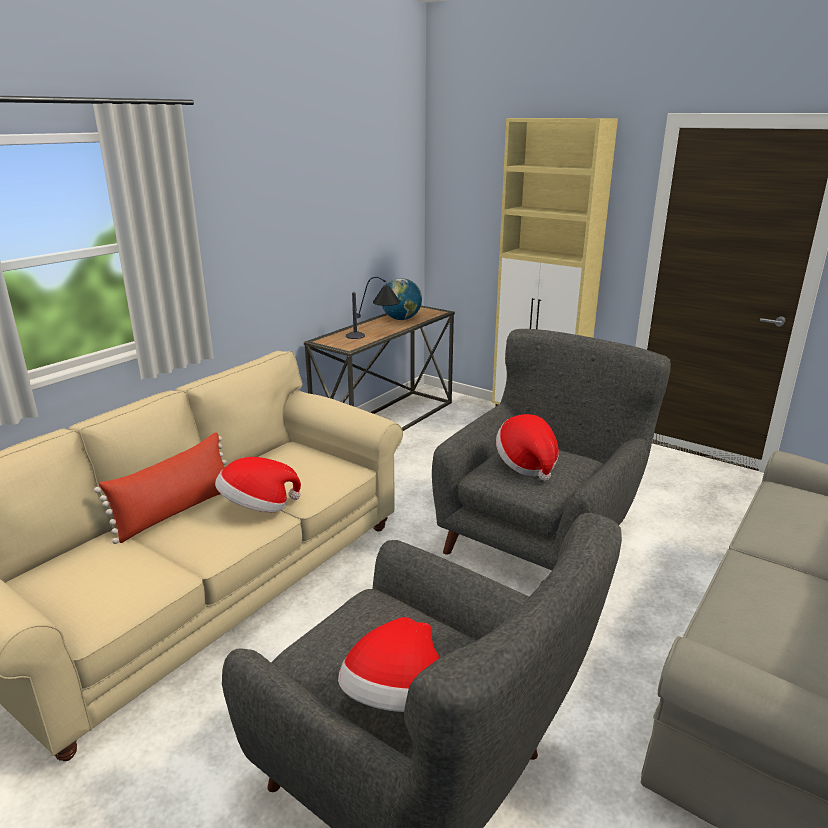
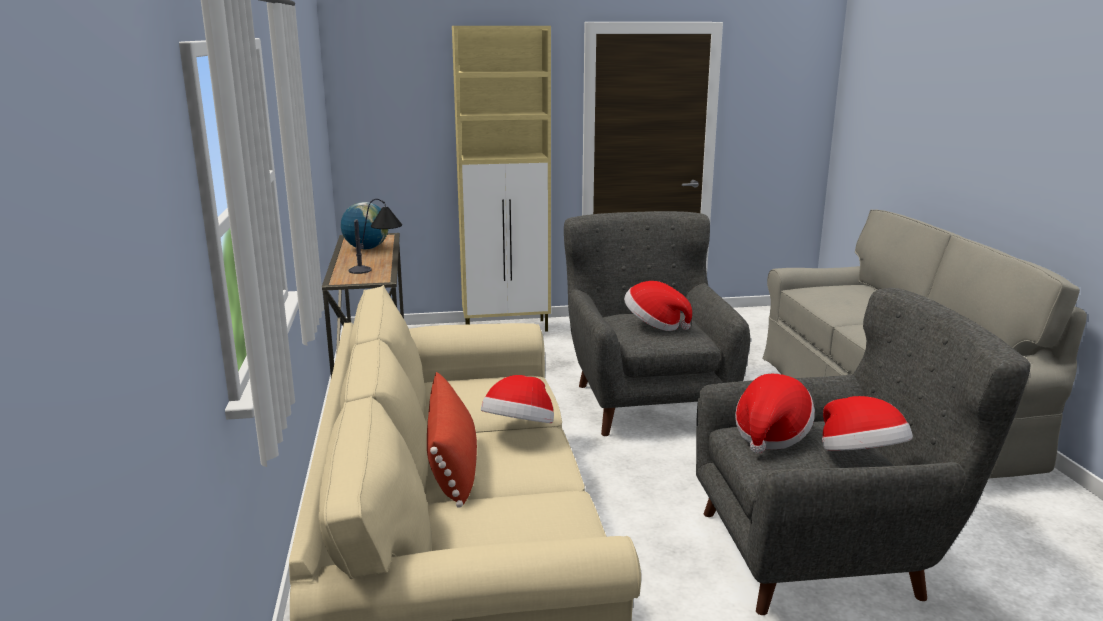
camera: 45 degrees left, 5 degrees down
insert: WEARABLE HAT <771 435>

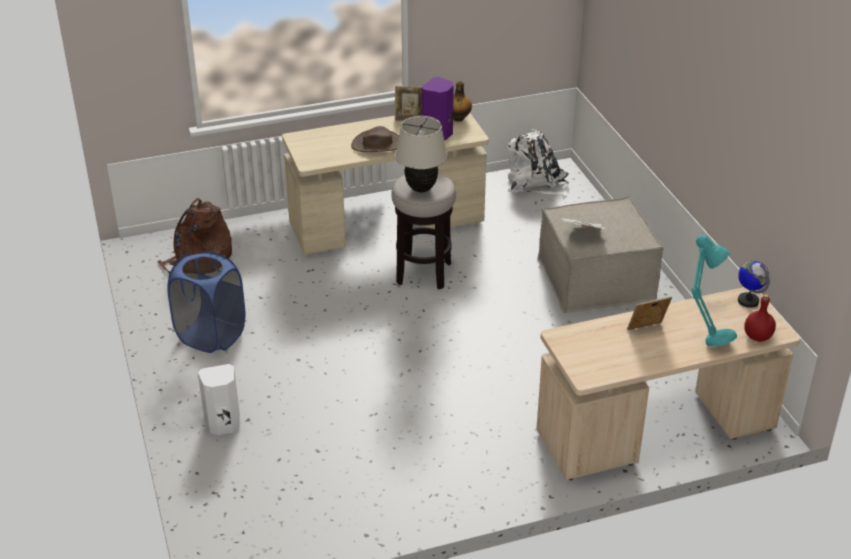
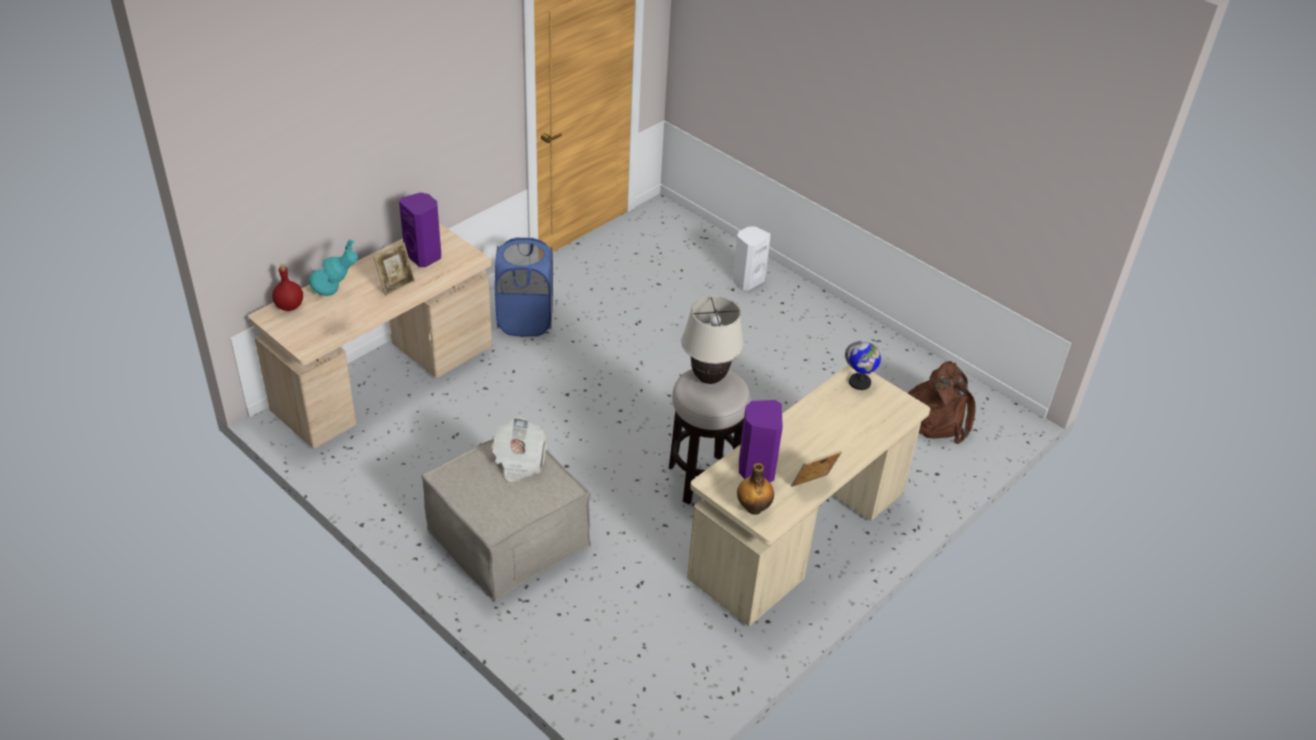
camera: 150 degrees right, 5 degrees up
delete: BROWN-COLOURED WEARABLE HAT <378 144>; WHITE-COLOURED KNAPSACK <535 183>
insert: PURPLE-COLOURED AUDIO SPEAKER <424 256>
move: BLUE-COLOURED HAMPER <211 335> to <525 321>; DESK GLOBE <748 301> to <859 383>

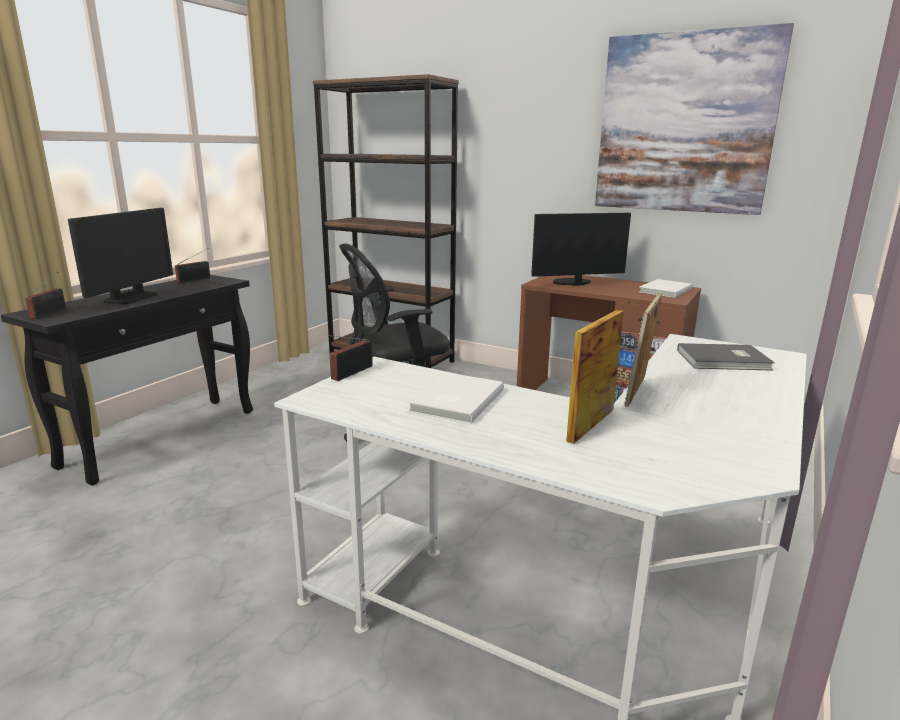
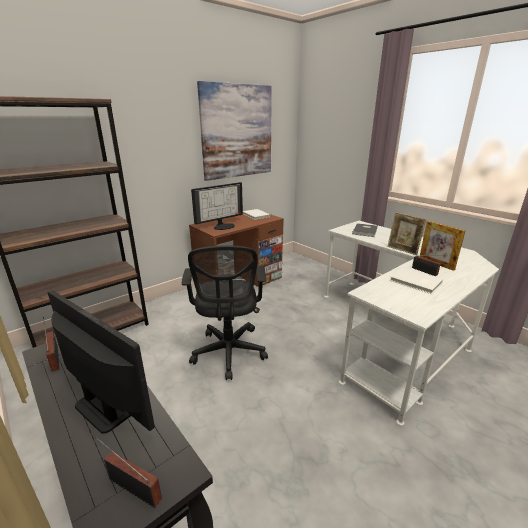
camera: 70 degrees left, 5 degrees up
move: RADIO <349 373> to <425 272>
rotate: COMPUTER SCREEN <572 283> = <223 226> 135 degrees counterclockwise

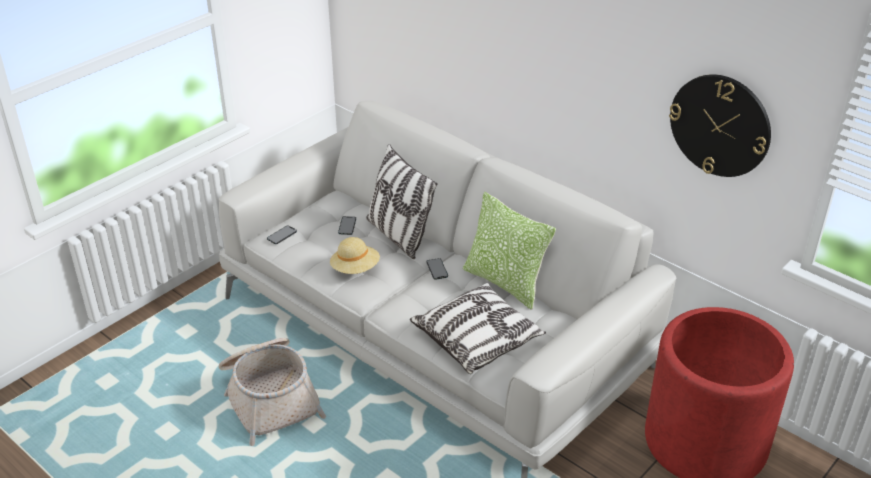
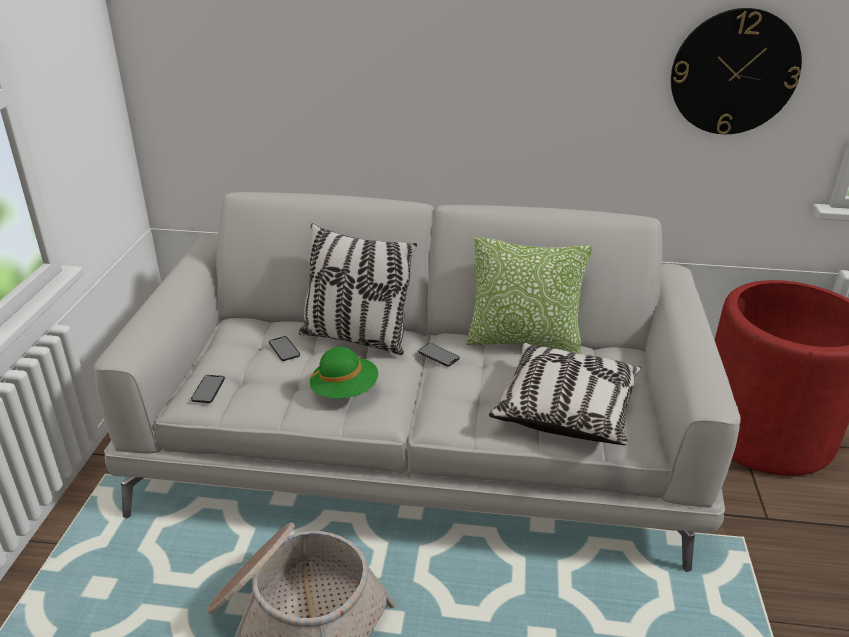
camera: 35 degrees left, 5 degrees down
recolor: BEIGE-COLOURED WEARABLE HAT <355 269> to GREEN WEARABLE HAT <345 391>

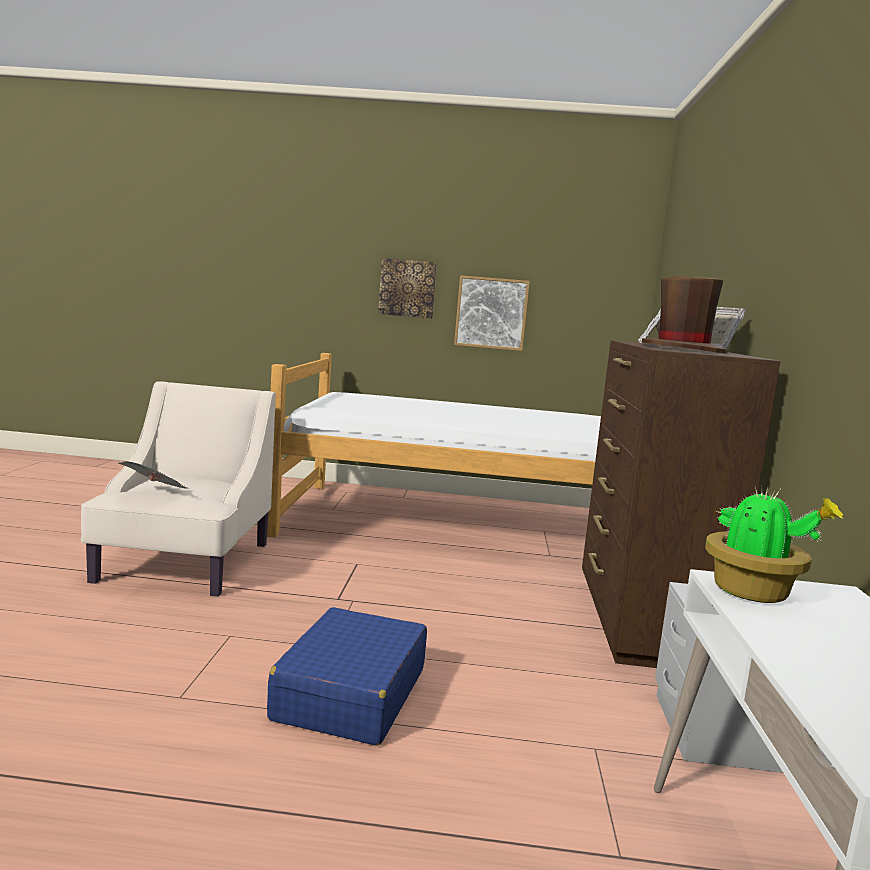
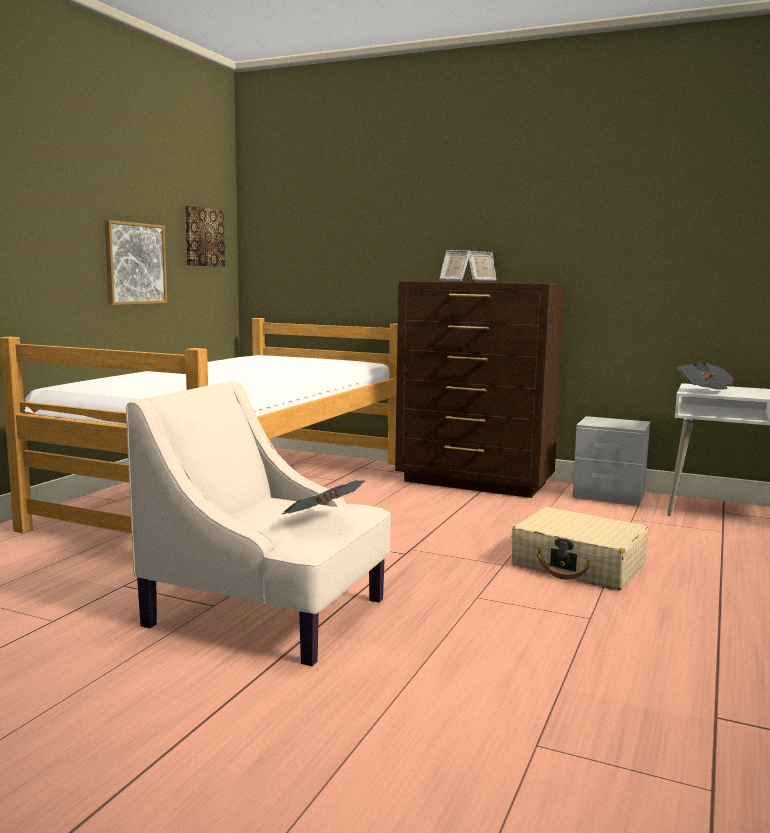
camera: 70 degrees left, 0 degrees up
delete: BROWN-COLOURED WEARABLE HAT <682 349>
move: WALL ART <407 288> to <203 237>
replace: HOUSEPLANT <754 593> to DAILY PAPER <705 391>
recolor: BLUE-COLOURED TRAVEL CASE <350 694> to BEIGE-COLOURED TRAVEL CASE <578 565>

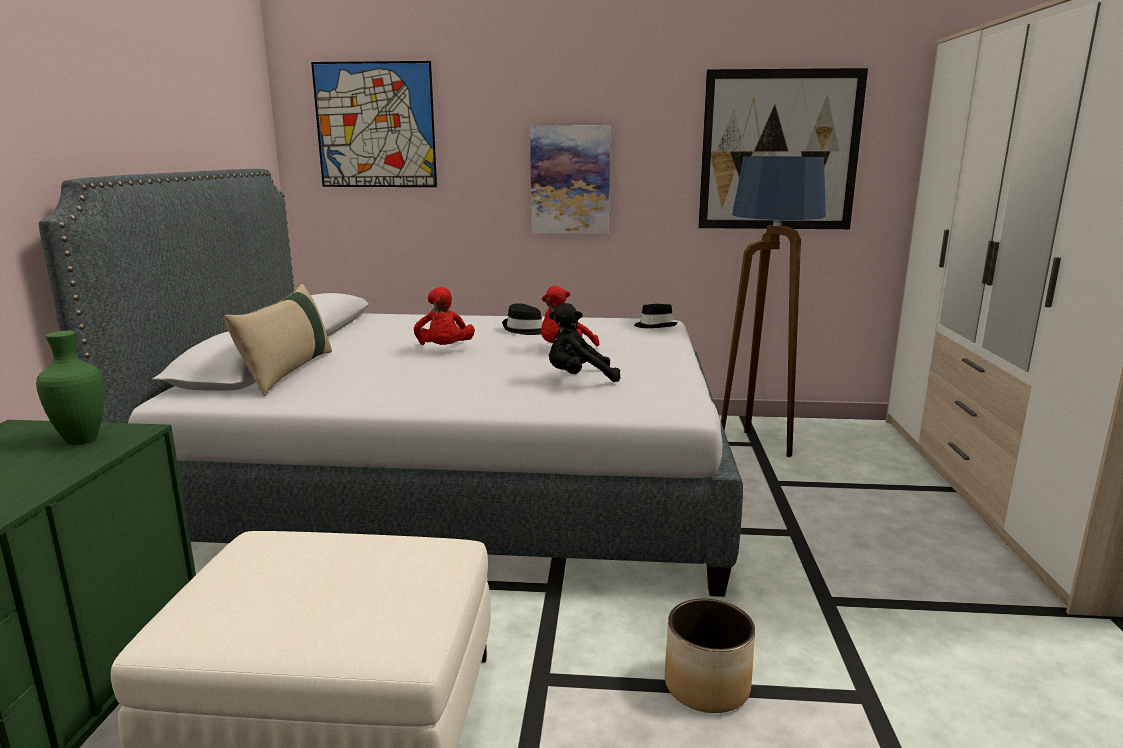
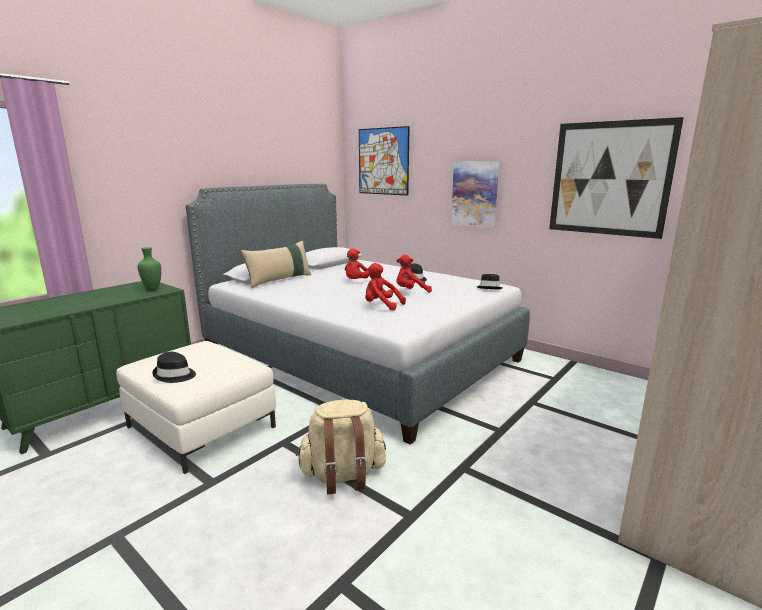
camera: 35 degrees right, 0 degrees up
delete: STANDING LAMP <758 446>
insert: BLACK WEARABLE HAT <174 375>
replace: FLOWER POT <707 687> to BEIGE-COLOURED KNAPSACK <342 476>
recolor: BLACK PLUSH TOY <579 379> to RED-COLOURED PLUSH TOY <381 305>

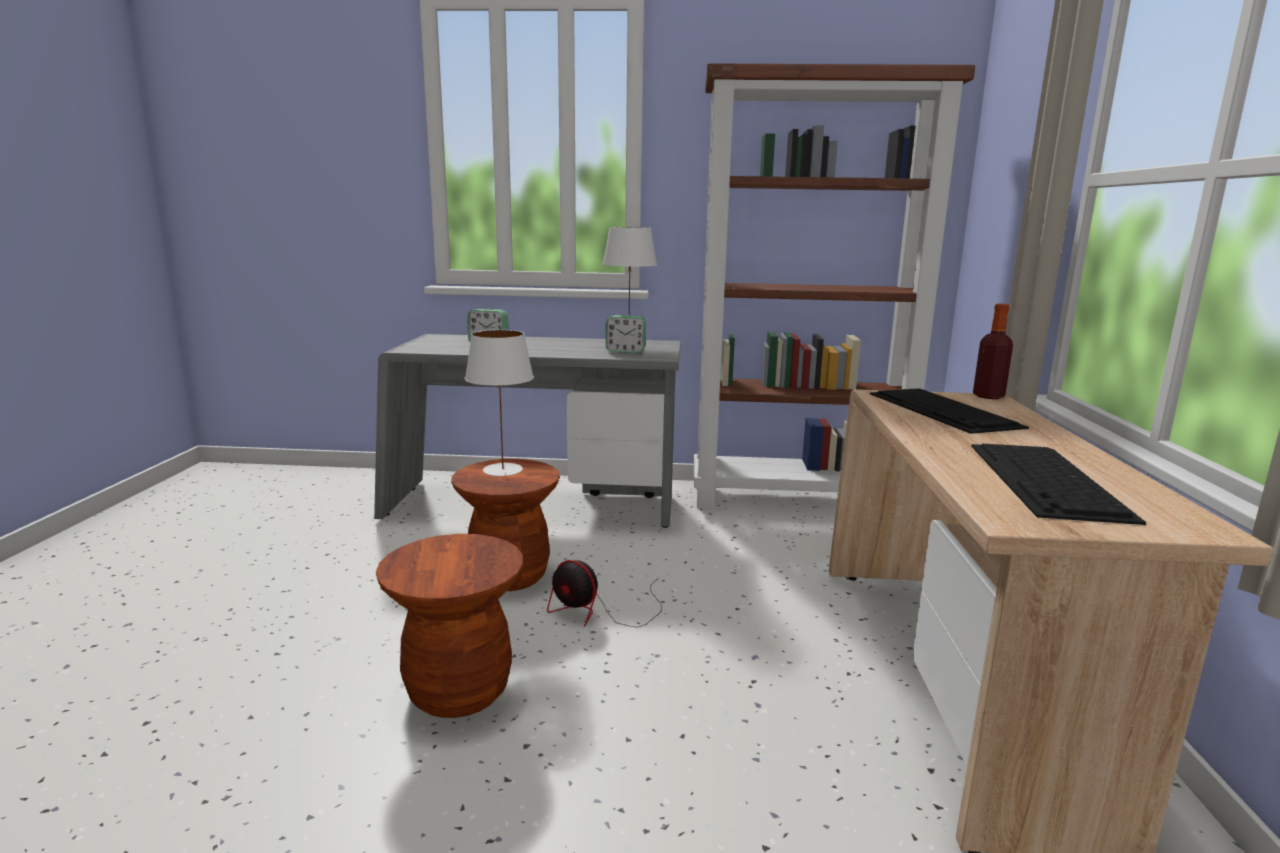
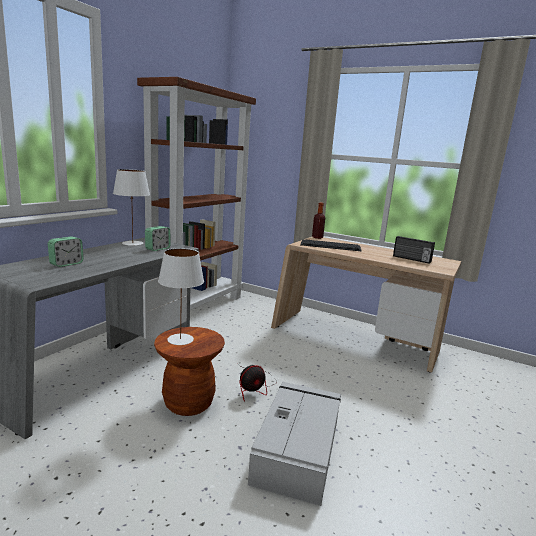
camera: 65 degrees left, 0 degrees up
replace: BROWN-COLOURED STOOL <458 691> to GREYISH STORAGE CONTAINER <297 448>; PC KEYBOARD <1047 480> to RADIO <411 259>

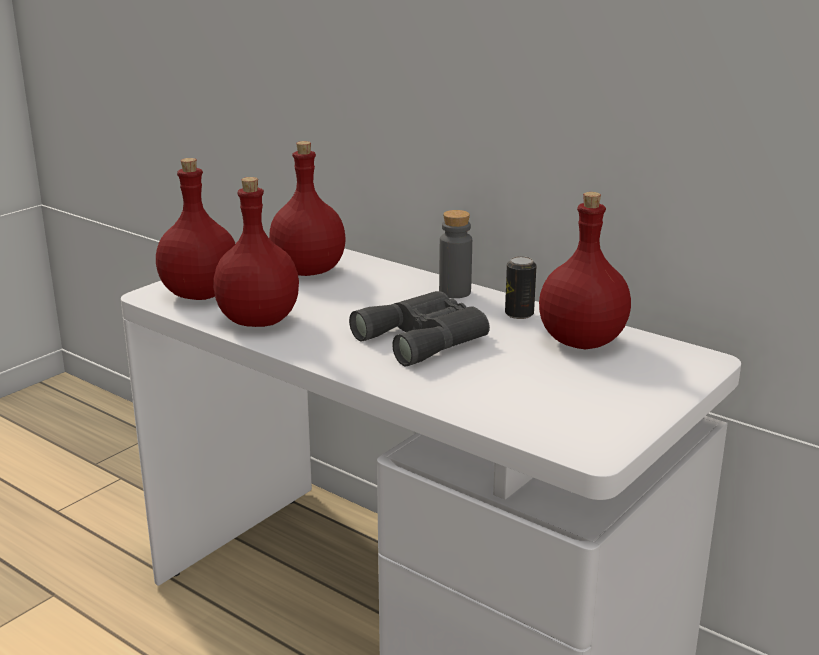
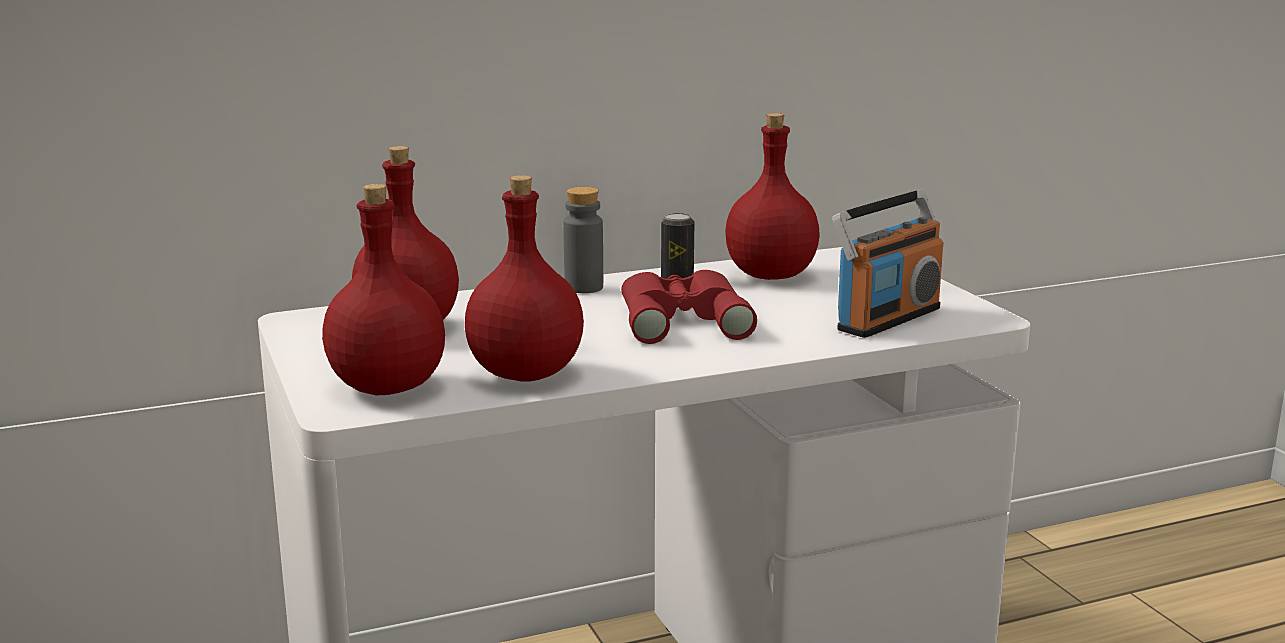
camera: 60 degrees left, 5 degrees down
insert: RADIO <887 318>
recolor: GREYISH PAIR OF BINOCULARS <427 337> to RED-COLOURED PAIR OF BINOCULARS <683 319>

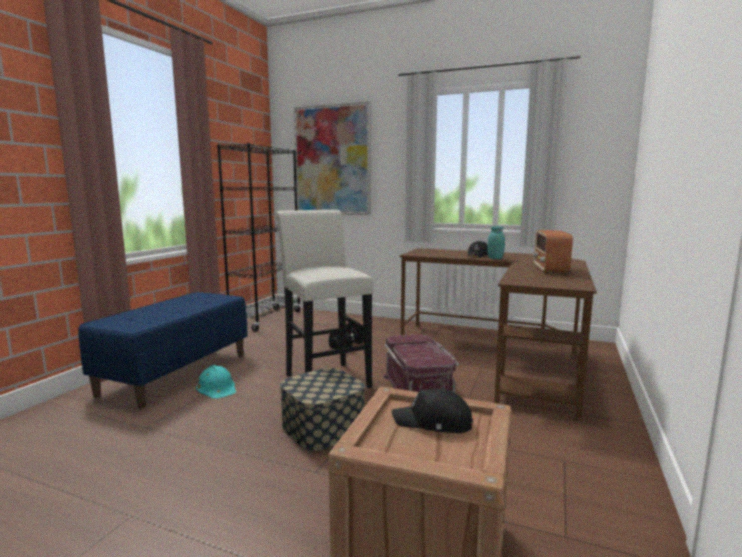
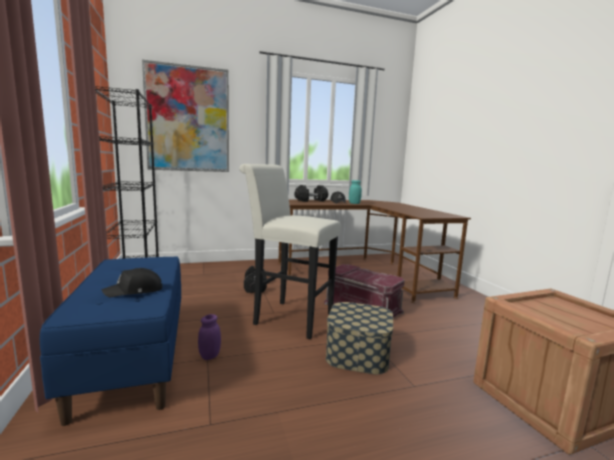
camera: 40 degrees left, 0 degrees up
delete: RADIO <550 269>
insert: BLACK HAND WEIGHT <311 200>
move: BLACK BASEBALL CAP <433 422> to <135 291>
replace: TURQUOISE SAFETY HELMET <217 387> to PURPLE-COLOURED PRESERVE JAR <210 356>

